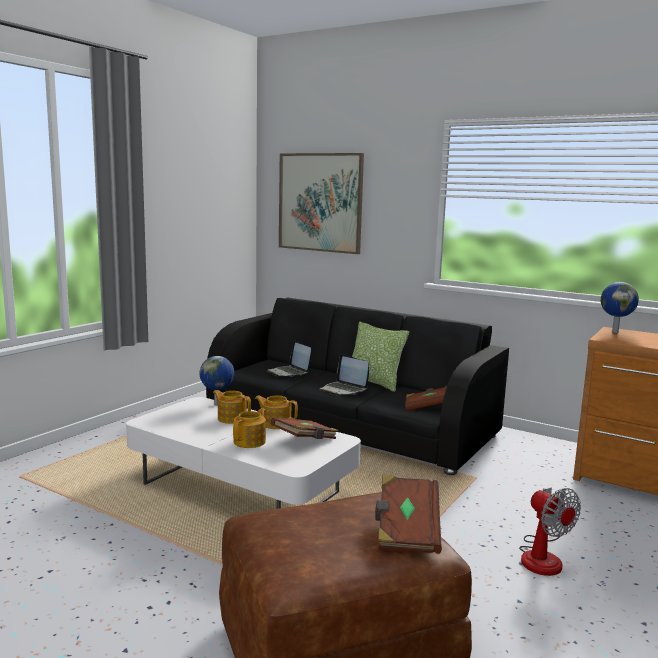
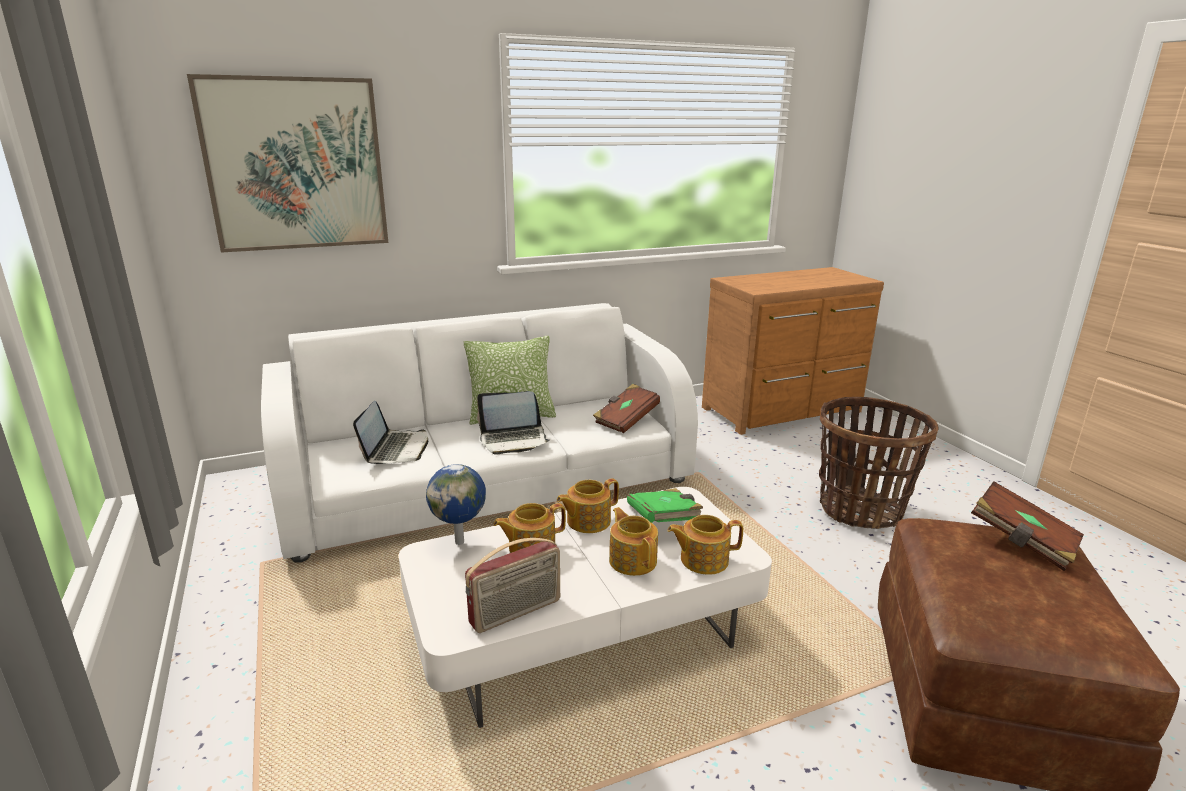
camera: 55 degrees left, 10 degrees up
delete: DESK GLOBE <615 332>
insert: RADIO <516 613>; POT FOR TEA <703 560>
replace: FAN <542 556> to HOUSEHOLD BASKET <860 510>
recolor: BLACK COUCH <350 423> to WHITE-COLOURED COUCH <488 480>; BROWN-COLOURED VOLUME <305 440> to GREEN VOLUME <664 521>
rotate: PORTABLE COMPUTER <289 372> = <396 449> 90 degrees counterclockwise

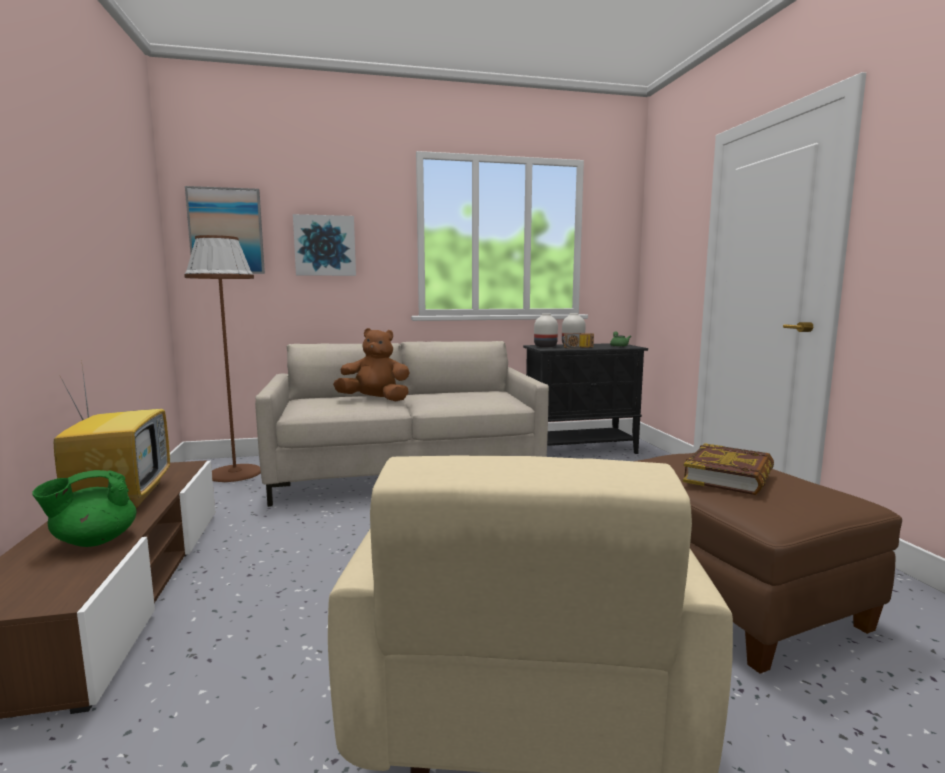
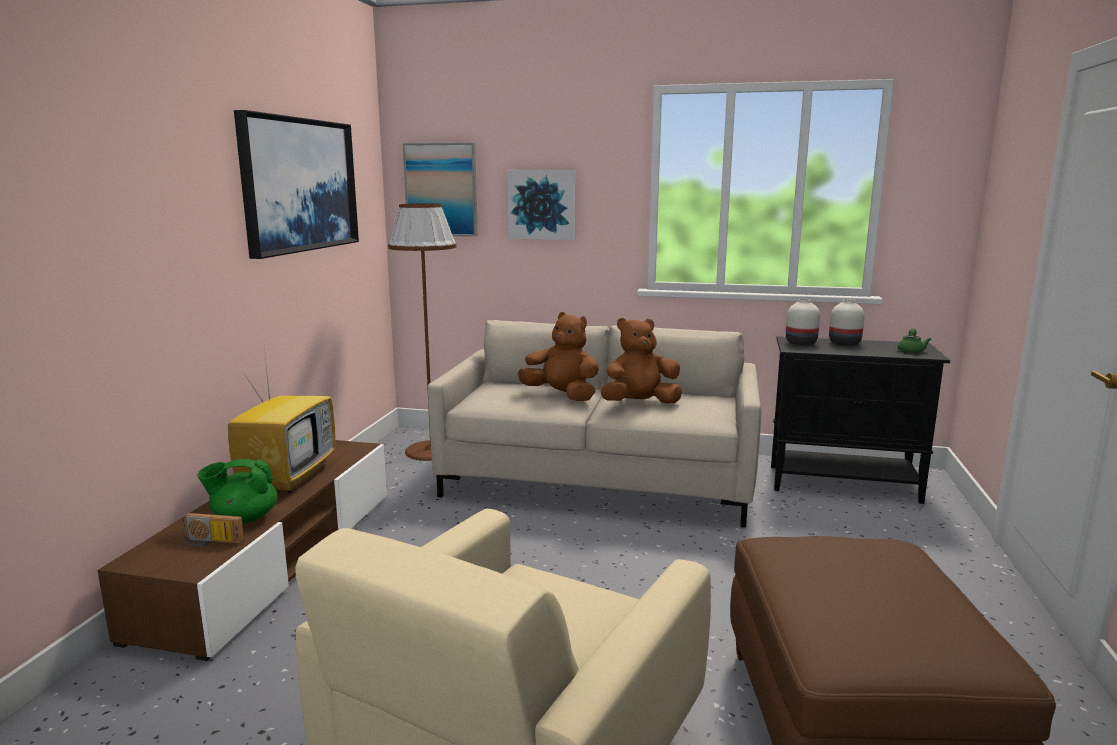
camera: 25 degrees right, 5 degrees up
delete: VOLUME <729 476>
insert: WALL ART <299 185>; BROWN-COLOURED PLUSH TOY <639 404>
move: RADIO <579 348> to <210 542>

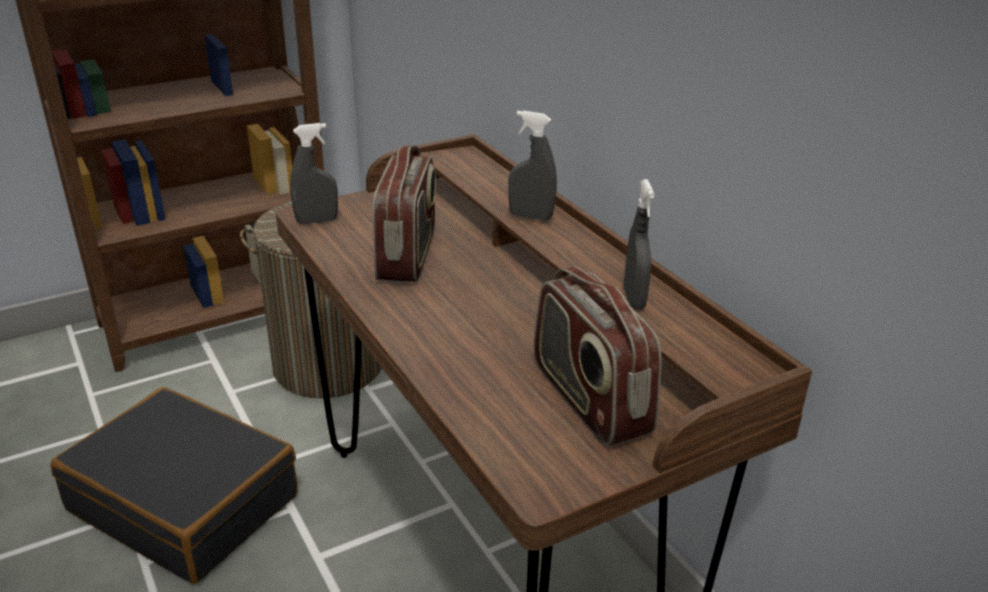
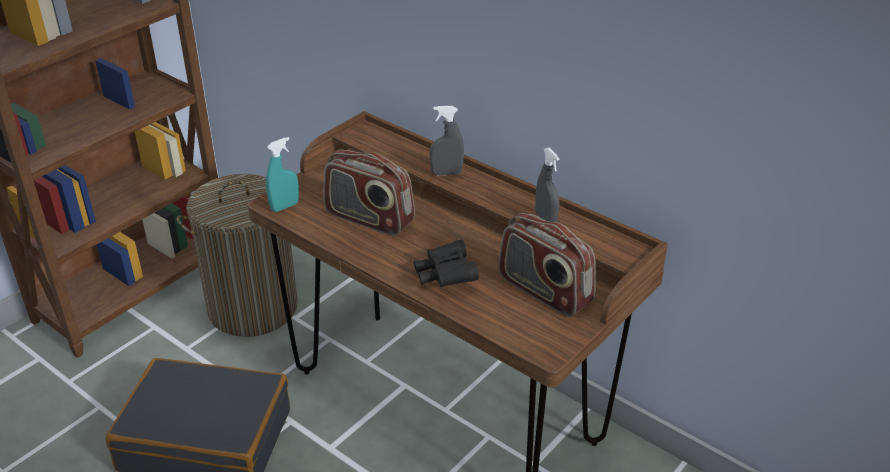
camera: 20 degrees left, 5 degrees up
insert: BLACK PAIR OF BINOCULARS <445 276>
recolor: GREYISH HAND SPRAYER <317 221> to TURQUOISE HAND SPRAYER <284 206>
rotate: RADIO <408 255> = <368 219> 135 degrees clockwise

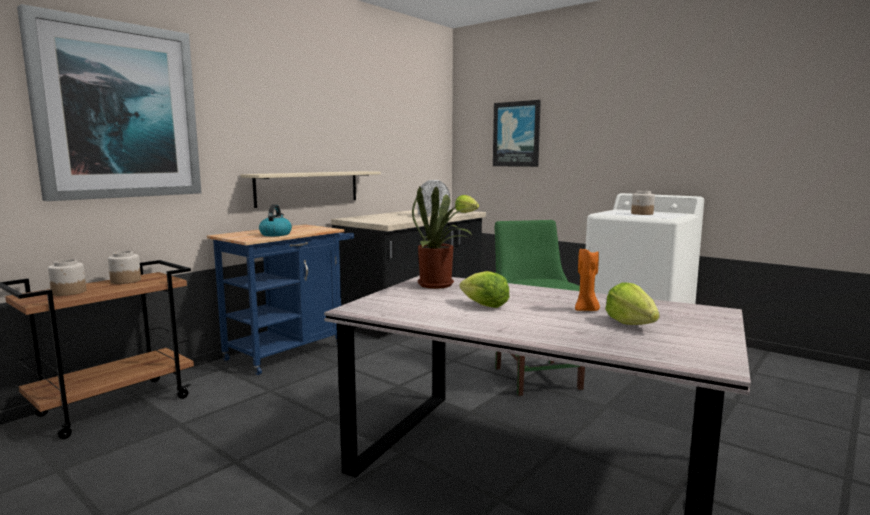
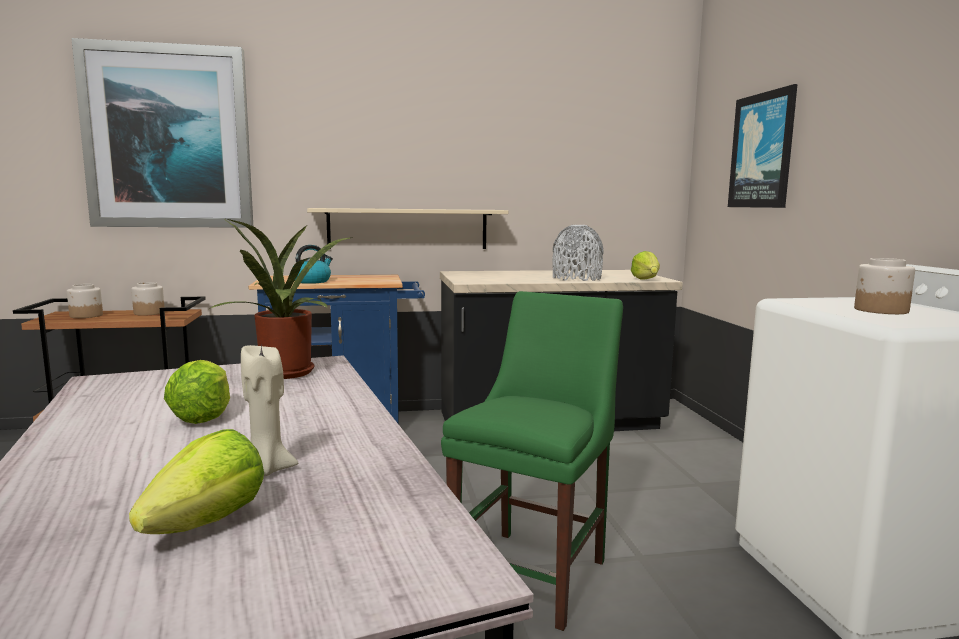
camera: 40 degrees right, 0 degrees up
recolor: ORANGE WAX CANDLE <586 310> to BEIGE-COLOURED WAX CANDLE <267 470>

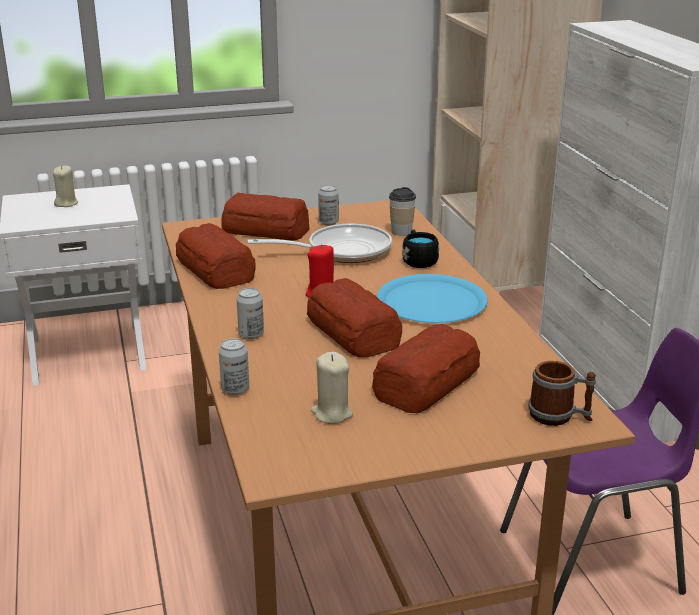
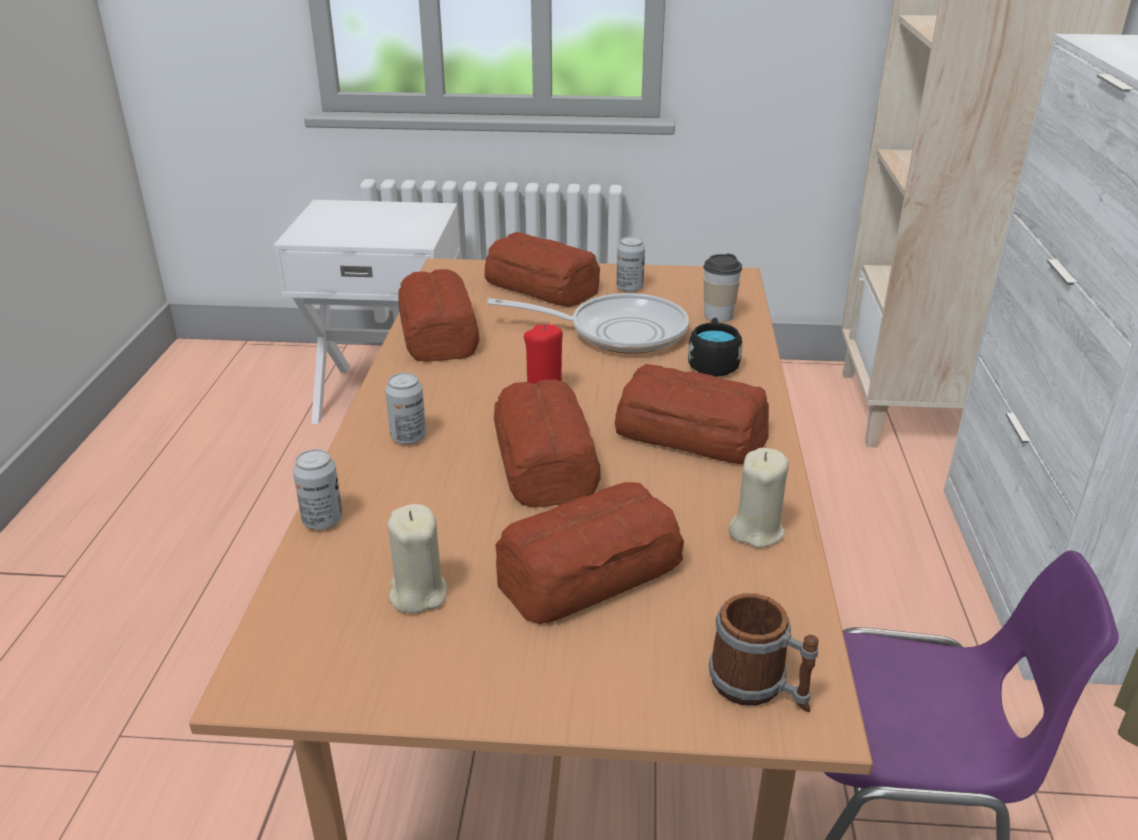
camera: 20 degrees right, 5 degrees up
move: BEIGE-COLOURED WAX CANDLE <66 203> to <756 531>
replace: BLUE-COLOURED PLATE <431 301> to BREAD <689 432>

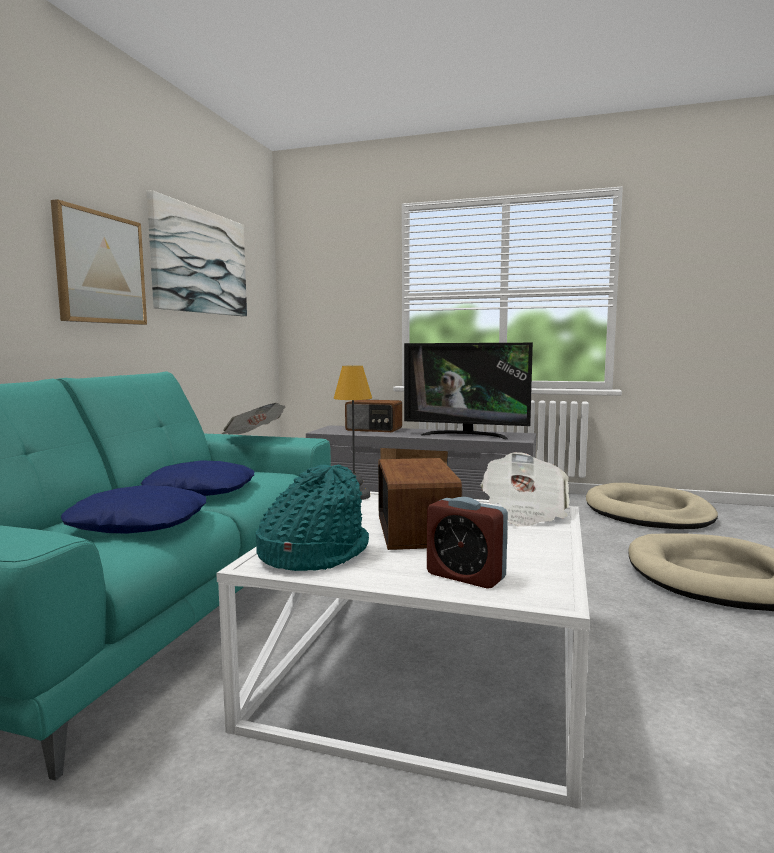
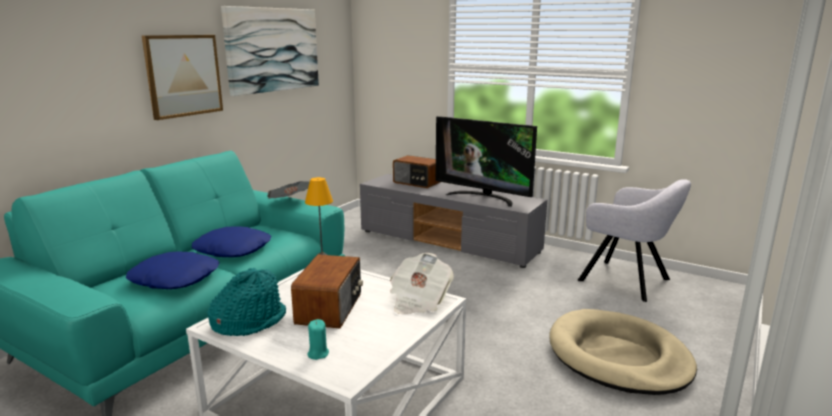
camera: 15 degrees right, 10 degrees up
replace: ALARM CLOCK <465 576> to TURQUOISE WAX CANDLE <318 353>; BEIGE-COLOURED DOG CUSHION <647 513> to GREYISH EASY CHAIR <627 281>

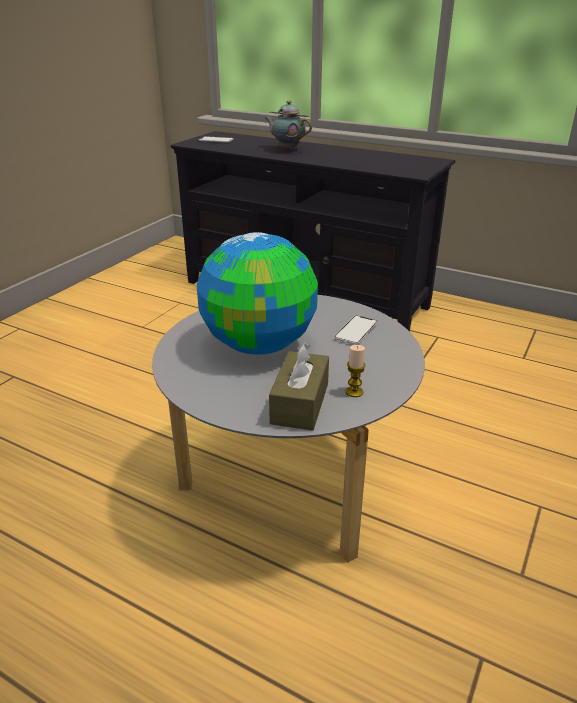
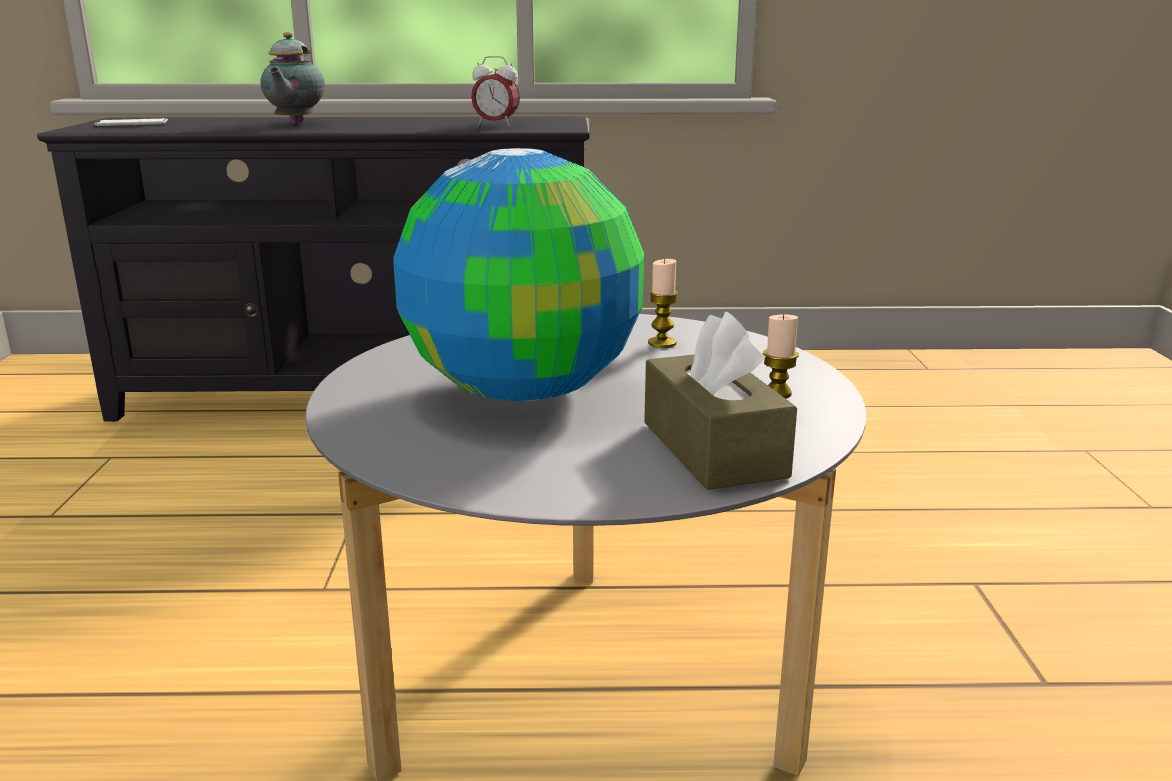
camera: 30 degrees left, 10 degrees down
insert: ALARM CLOCK <496 125>
replace: HANDSET <356 331> to WAX CANDLE <662 343>
rotate: POT FOR TEA <287 149> = <295 124> 90 degrees counterclockwise

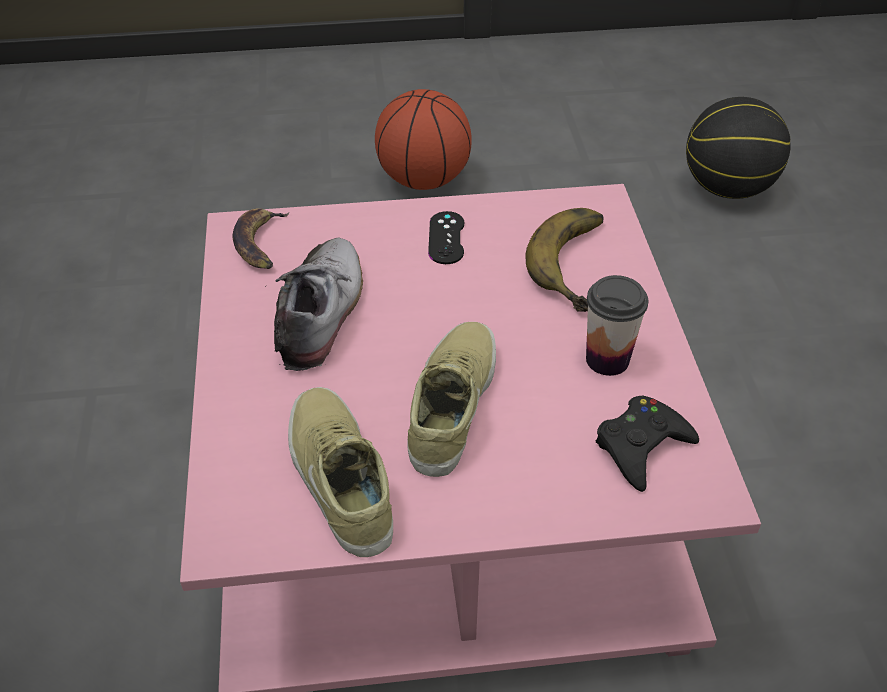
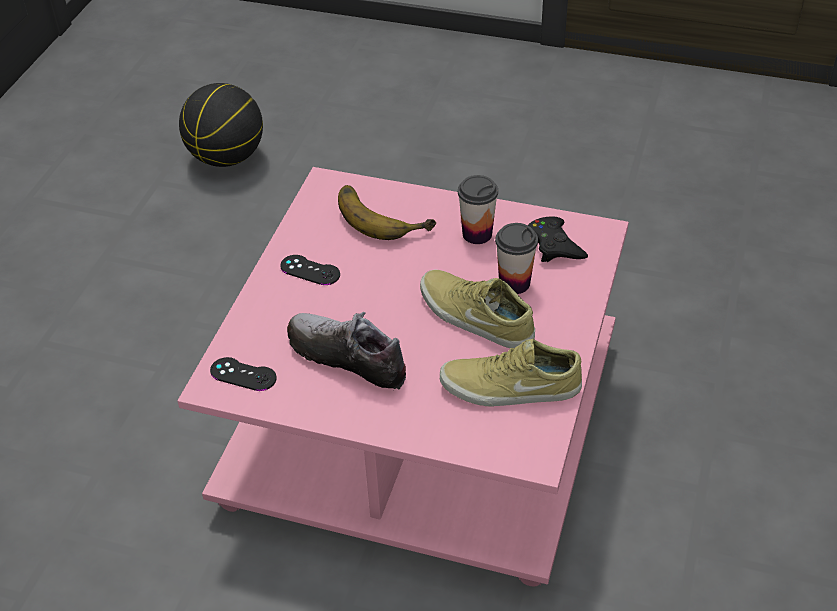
camera: 65 degrees left, 0 degrees up
delete: BALL FOR BASKETBALL <423 180>
insert: SMALL CUP <514 283>
replace: BANANA FRUIT <261 243> to BLACK JOYPAD <243 374>

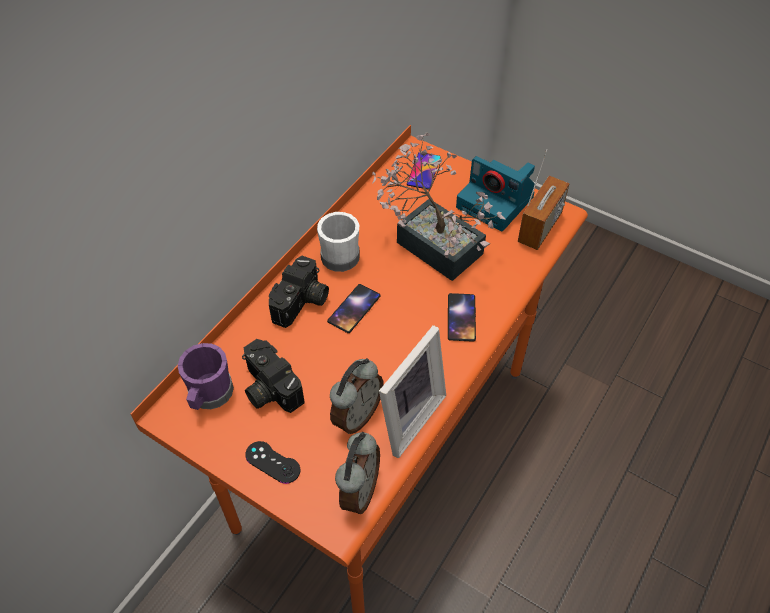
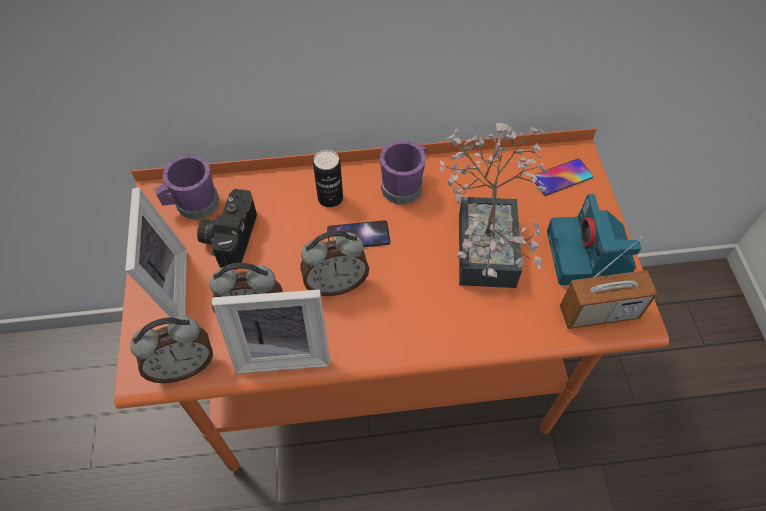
camera: 50 degrees right, 5 degrees up
delete: HANDSET <461 317>
insert: ALARM CLOCK <336 283>
replace: BLACK JOYPAD <272 462> to PHOTO FRAME <165 288>; PHOTO CAMERA <302 303> to METAL CAN <330 198>
recolor: WHITE-COLOURED COFFEE MUG <339 253> to PURPLE-COLOURED COFFEE MUG <405 185>

